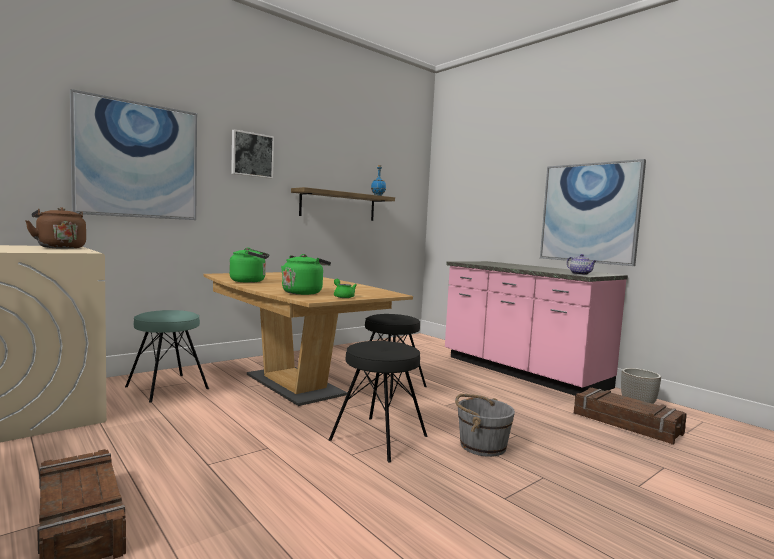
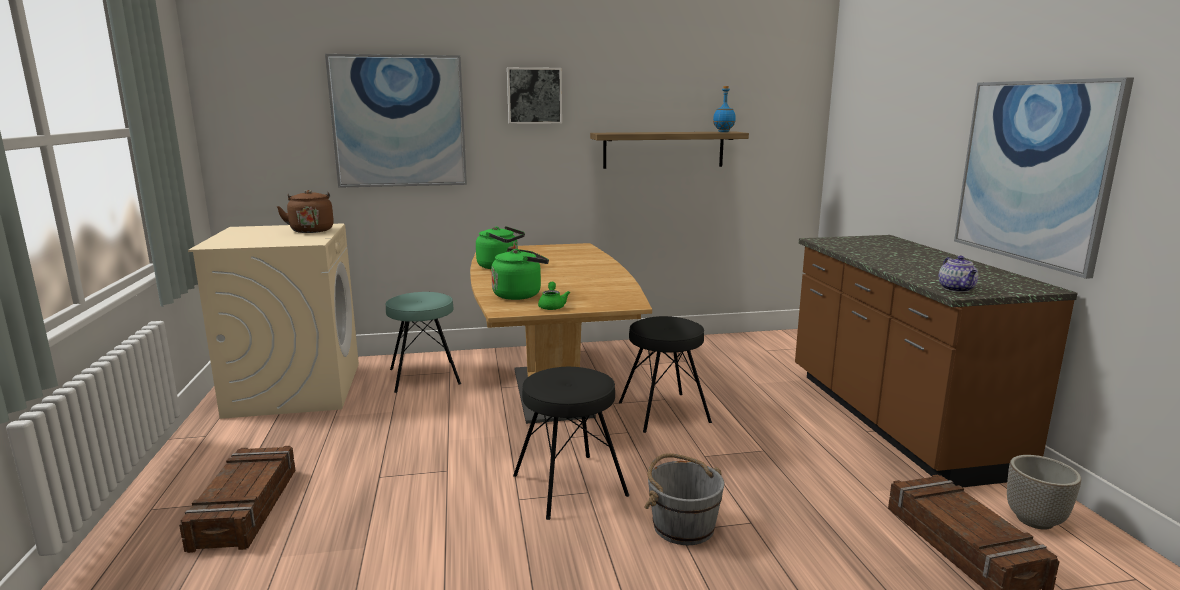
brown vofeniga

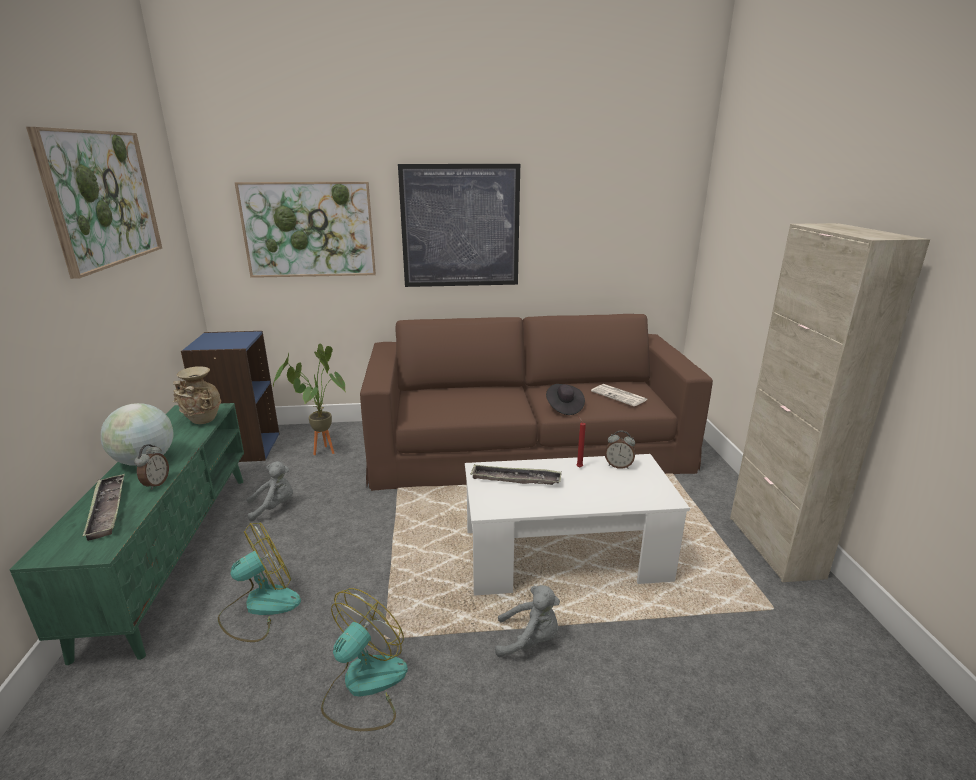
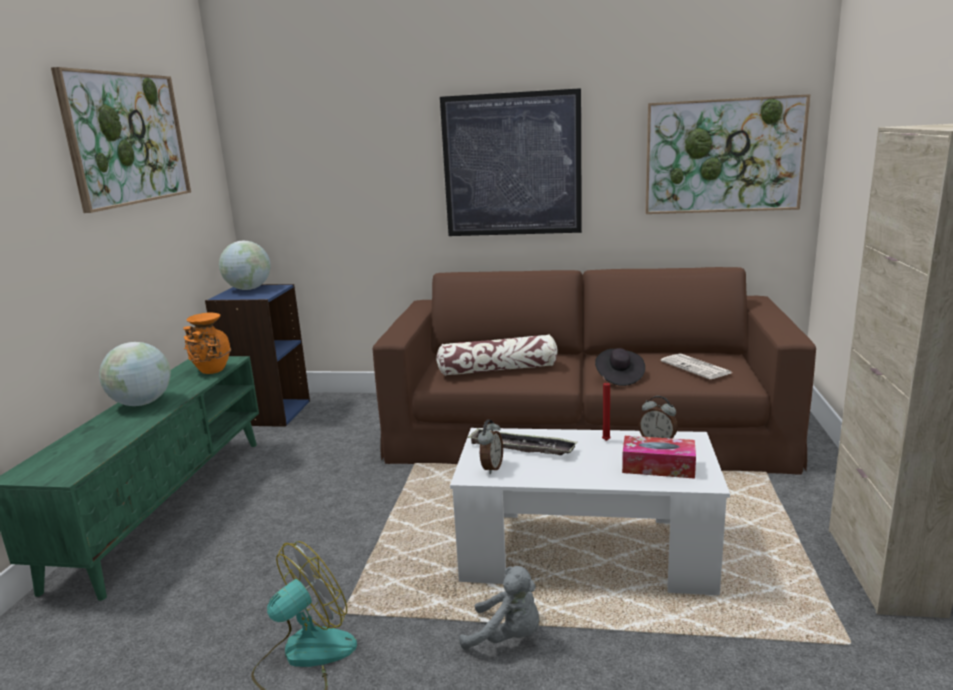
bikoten (no. 3 from left)
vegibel
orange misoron
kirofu (no. 1 from left)
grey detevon (no. 1 from left in the first image)
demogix (no. 1 from left in the first image)
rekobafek (no. 1 from left in the first image)
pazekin (no. 2 from left)
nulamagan
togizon

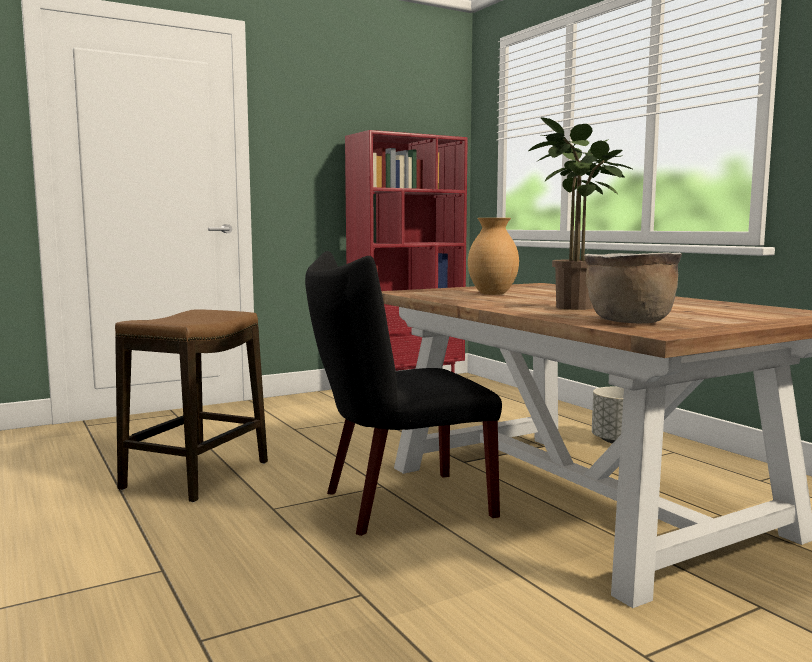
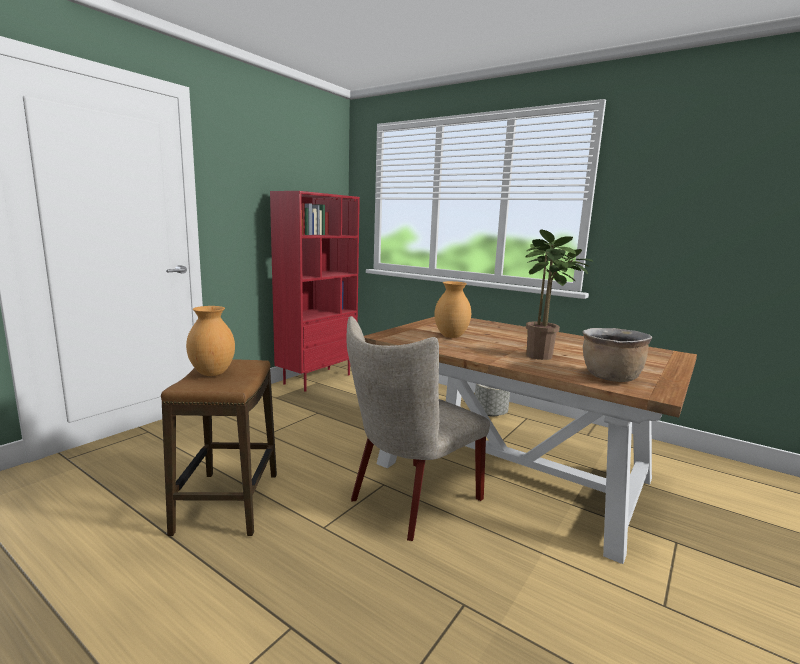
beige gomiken
brown misoron (no. 1 from left)

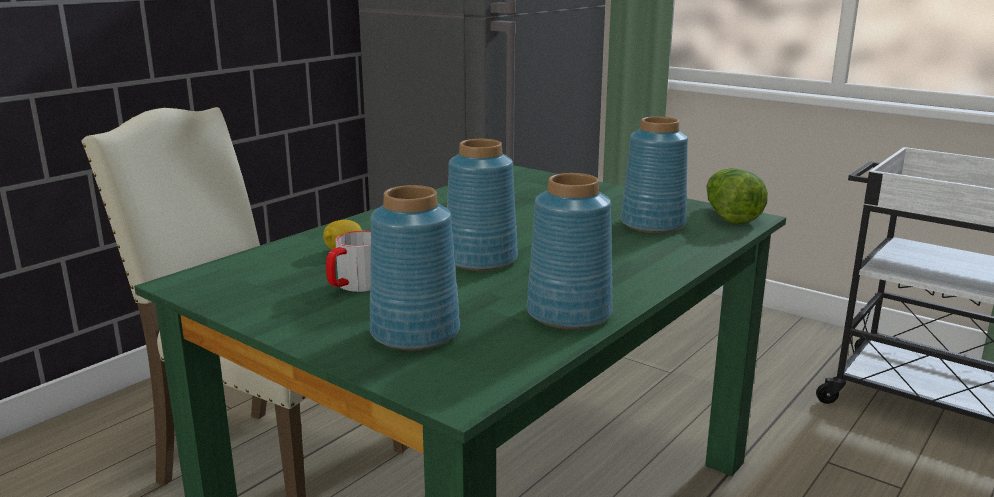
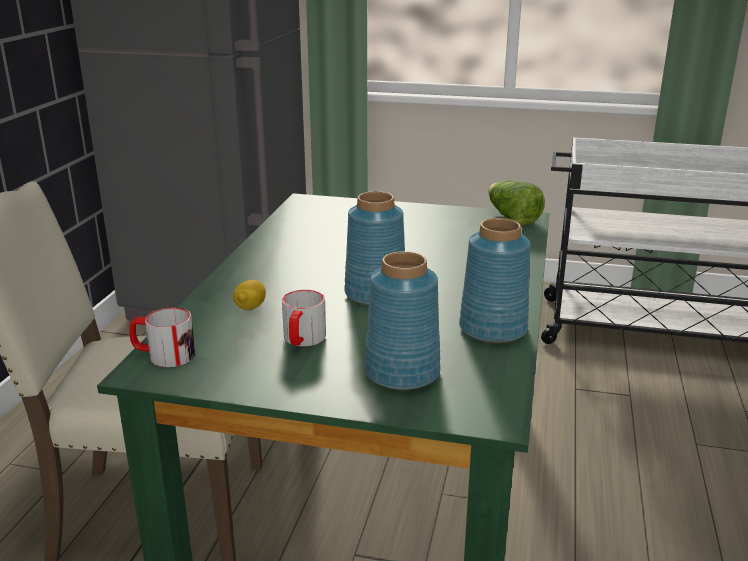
blue misoron (no. 4 from left in the first image)
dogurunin (no. 1 from left)

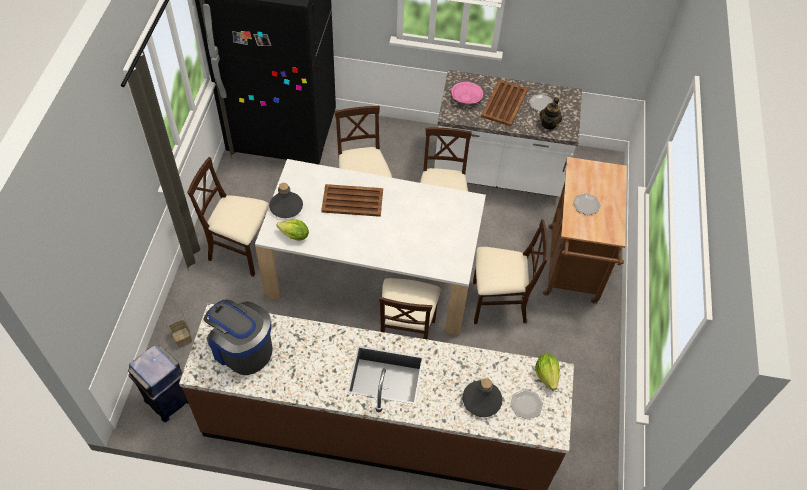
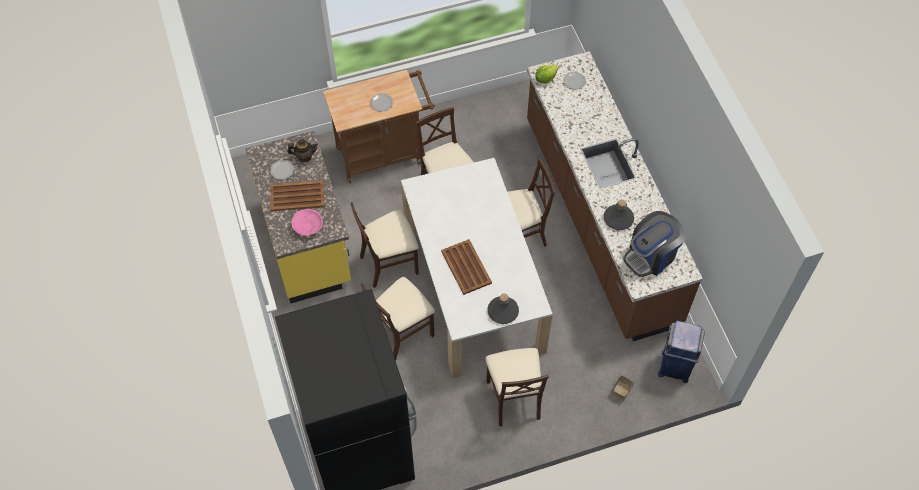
yellow vofeniga
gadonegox (no. 1 from left in the first image)
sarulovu
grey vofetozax (no. 2 from left)

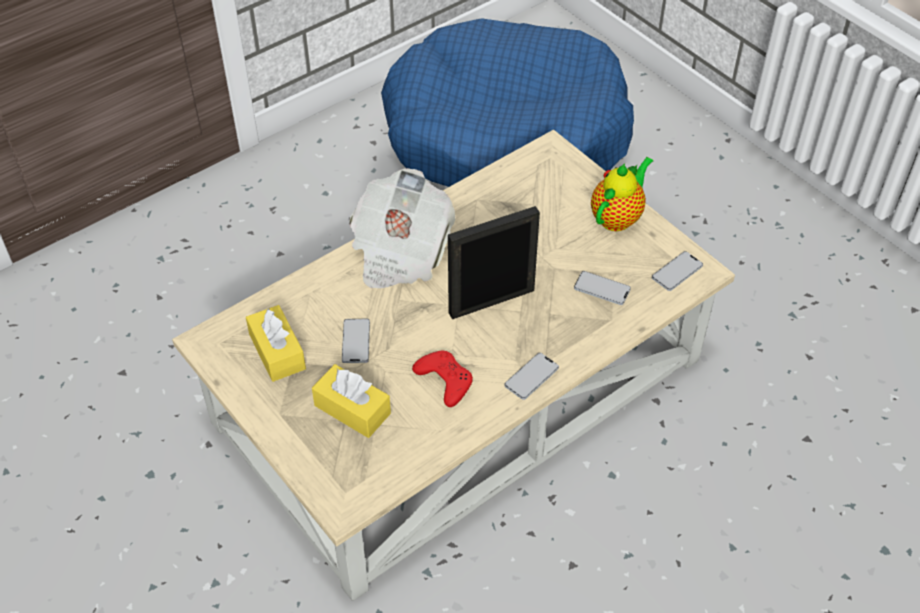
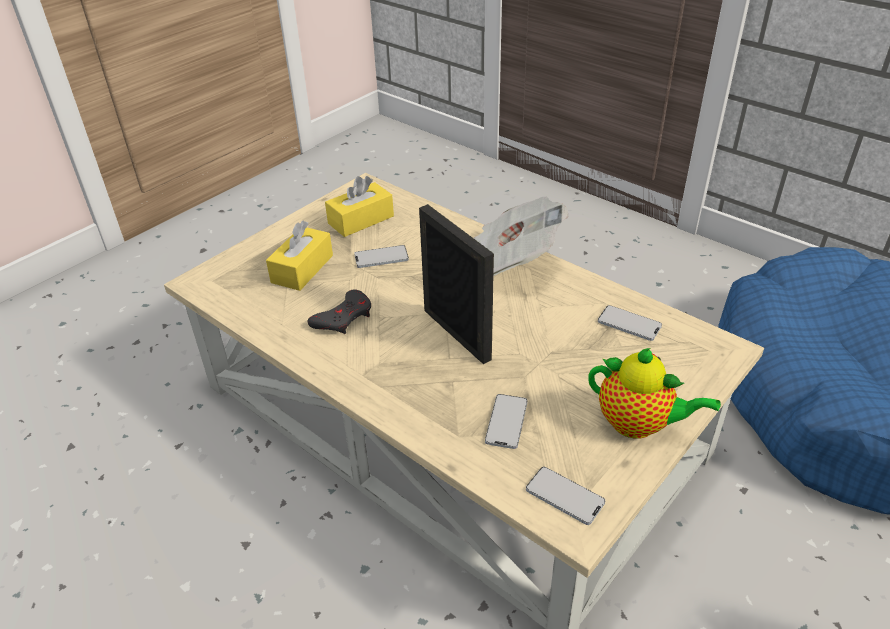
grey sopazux
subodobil (no. 4 from left)

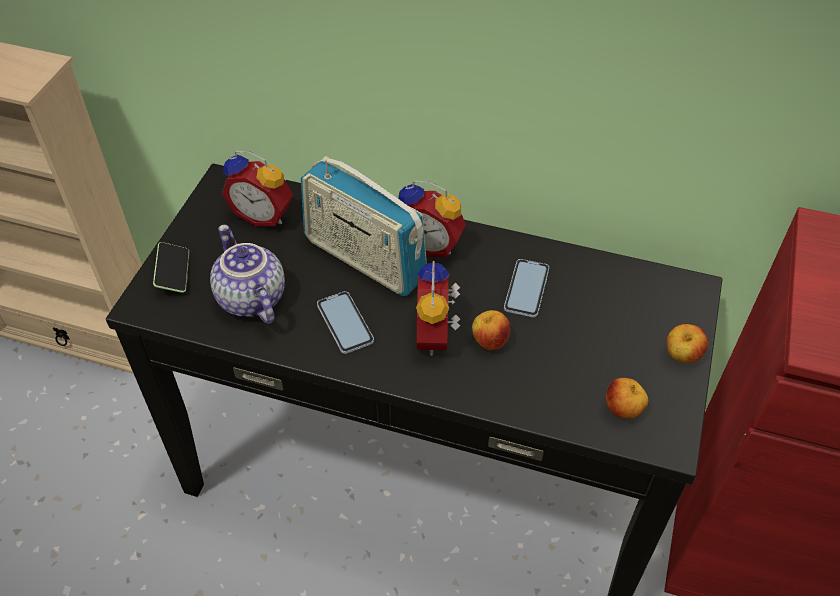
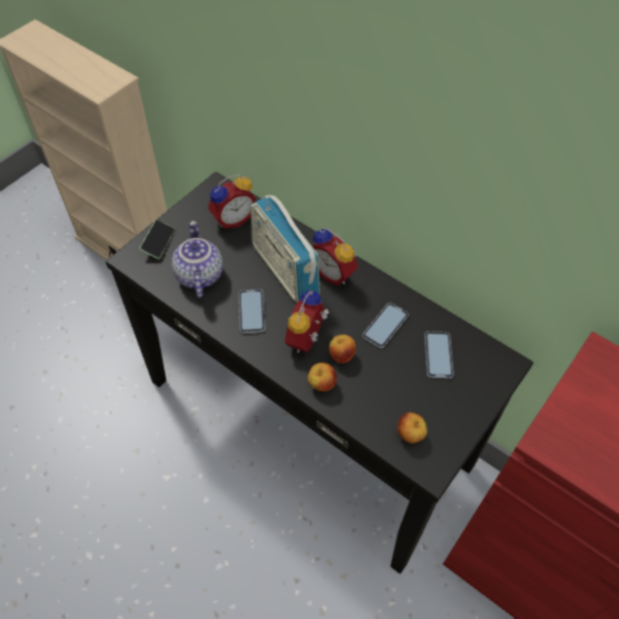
kirofu (no. 1 from left)
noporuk (no. 1 from left)
subodobil (no. 4 from left)

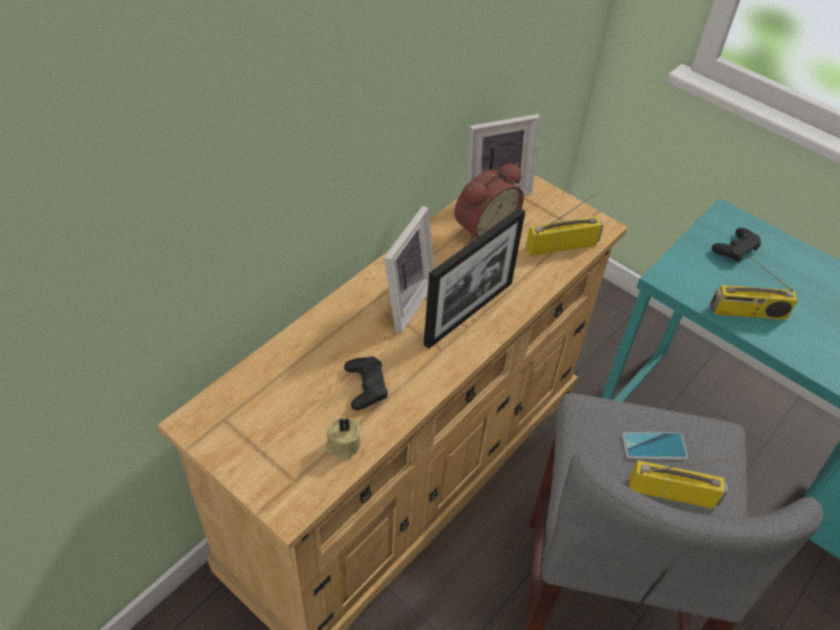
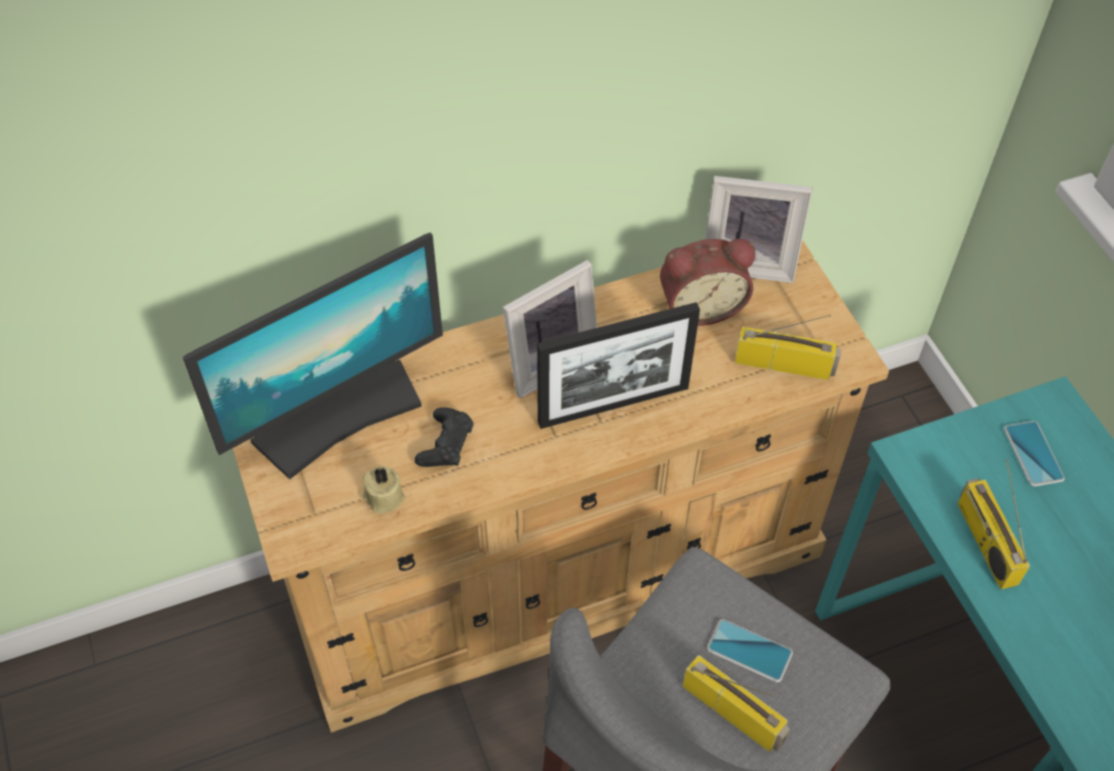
subodobil (no. 2 from left)
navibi (no. 3 from left)
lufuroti

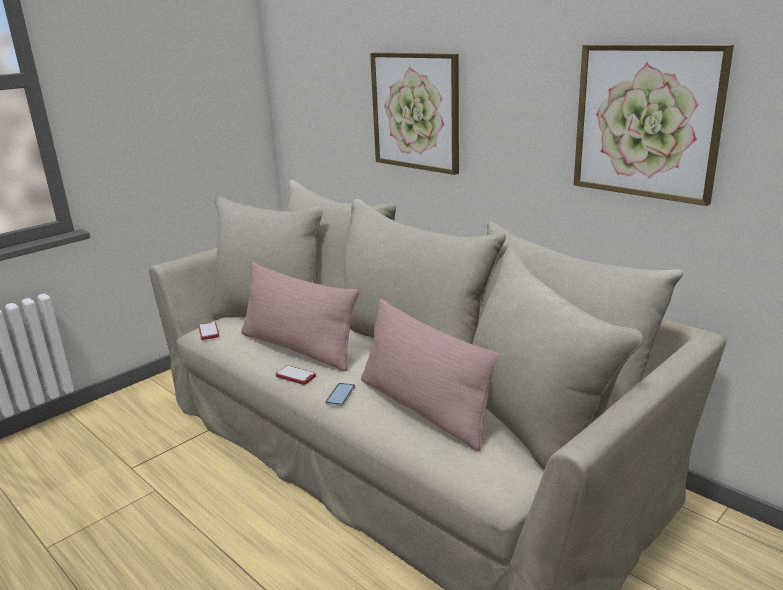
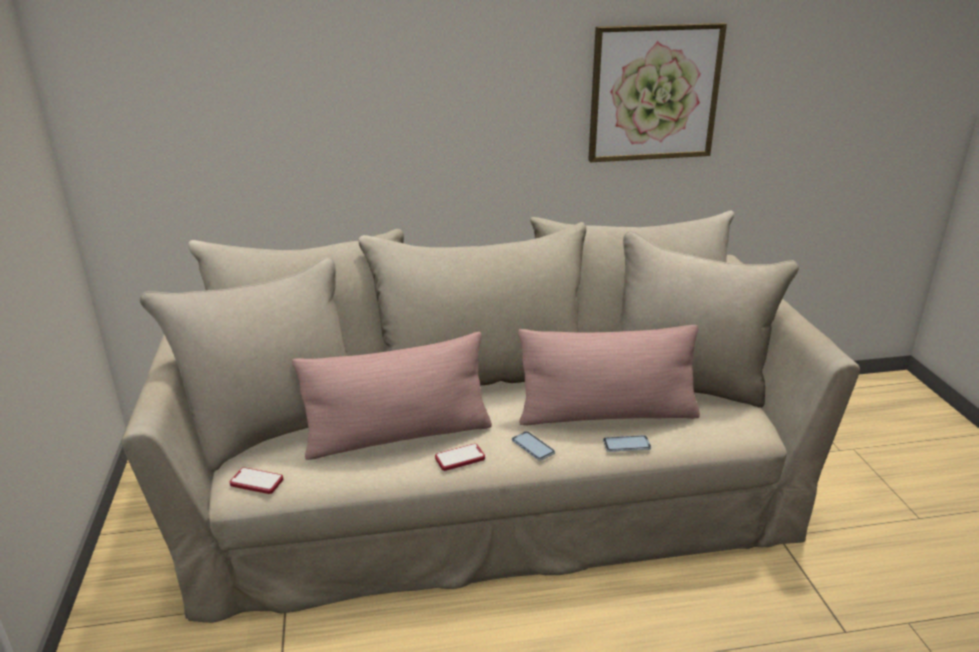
bikoten (no. 1 from left in the first image)
subodobil (no. 4 from left)

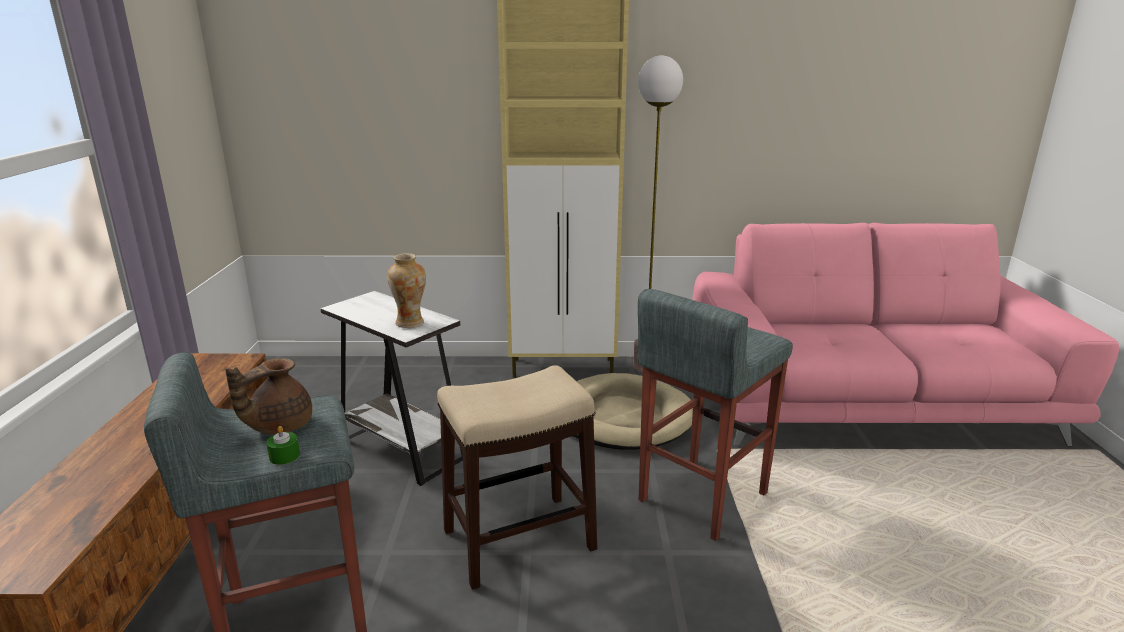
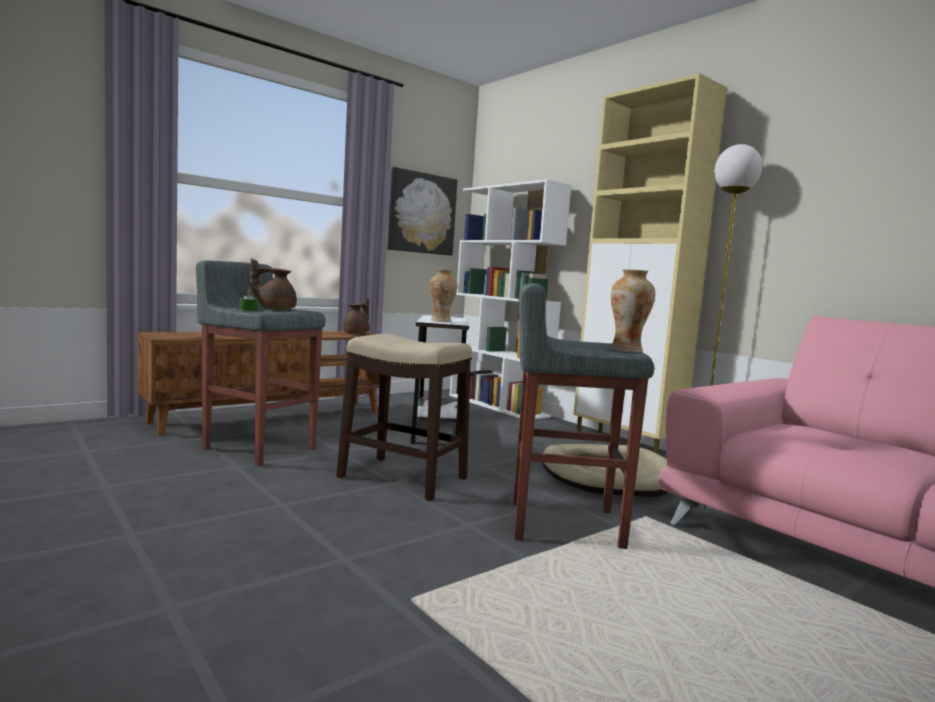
bikoten
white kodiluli
misoron (no. 2 from left)
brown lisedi (no. 2 from left)

